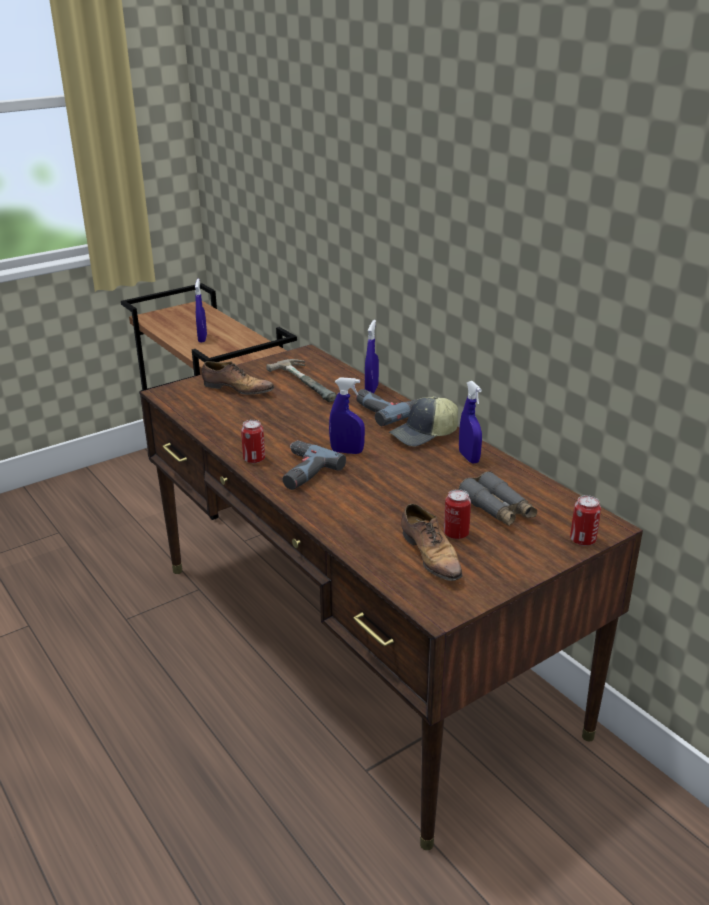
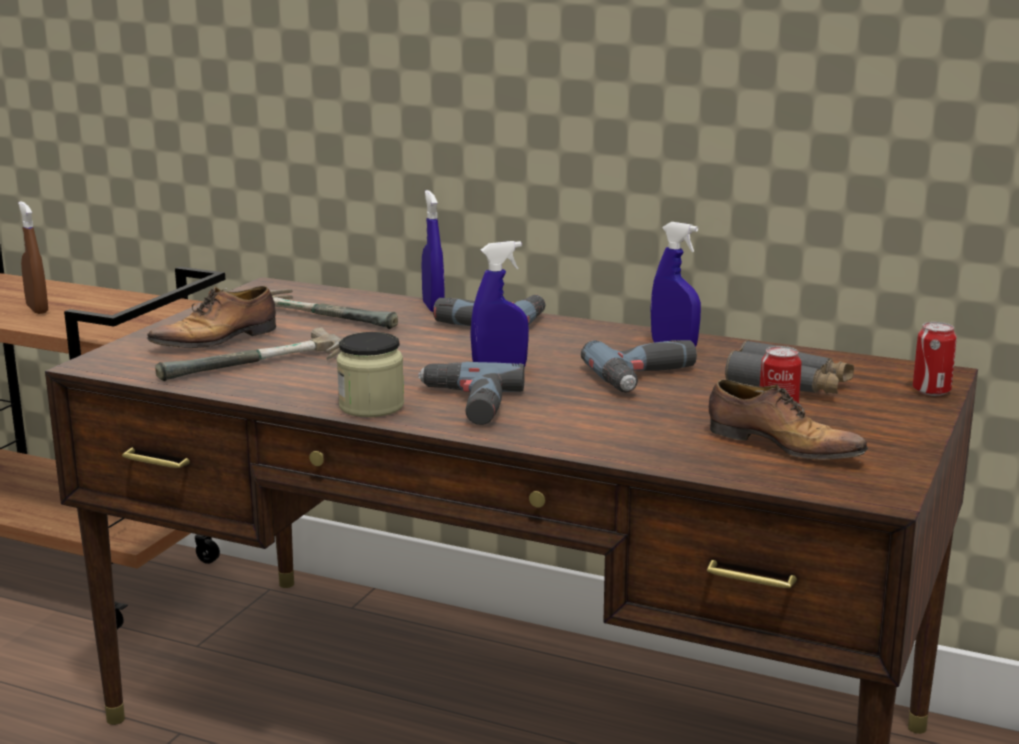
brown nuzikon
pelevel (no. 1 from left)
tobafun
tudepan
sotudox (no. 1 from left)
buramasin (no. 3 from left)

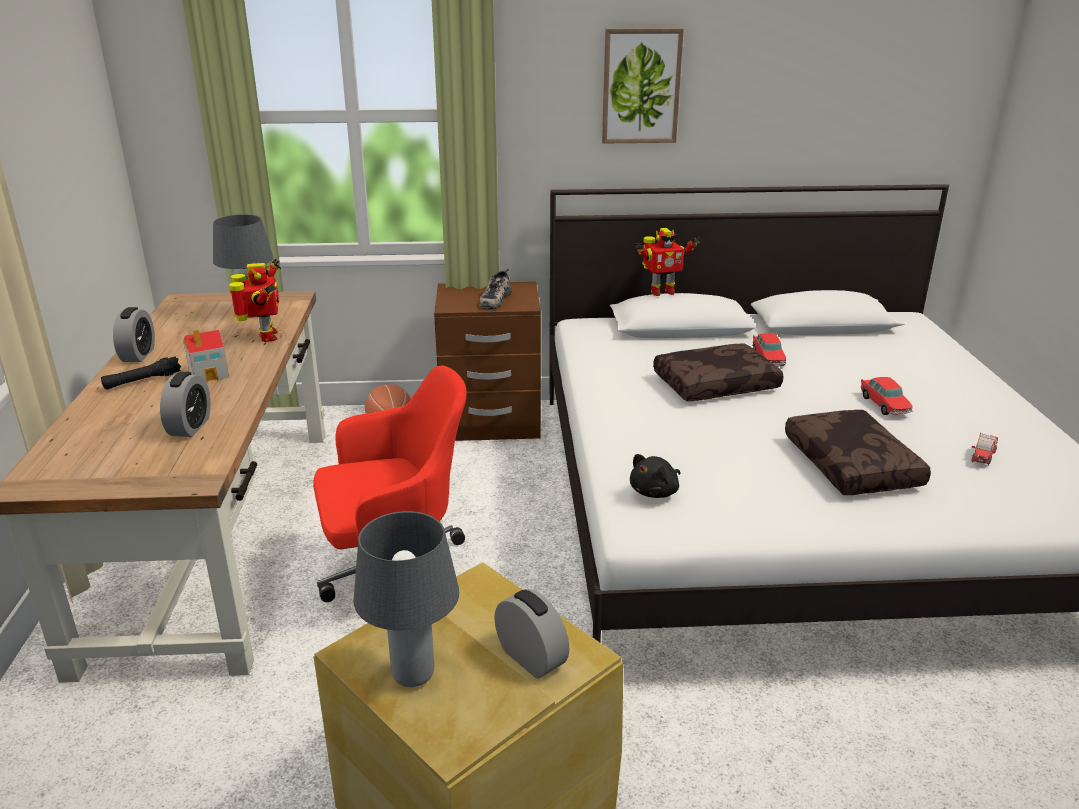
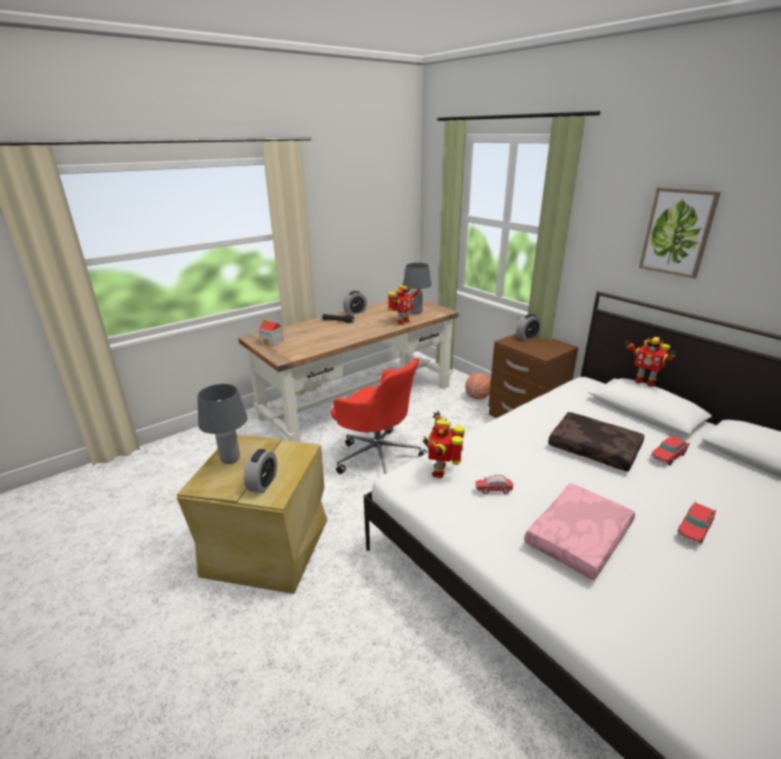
pelevel
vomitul
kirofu (no. 3 from left)
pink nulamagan
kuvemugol (no. 1 from left)
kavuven (no. 2 from left)

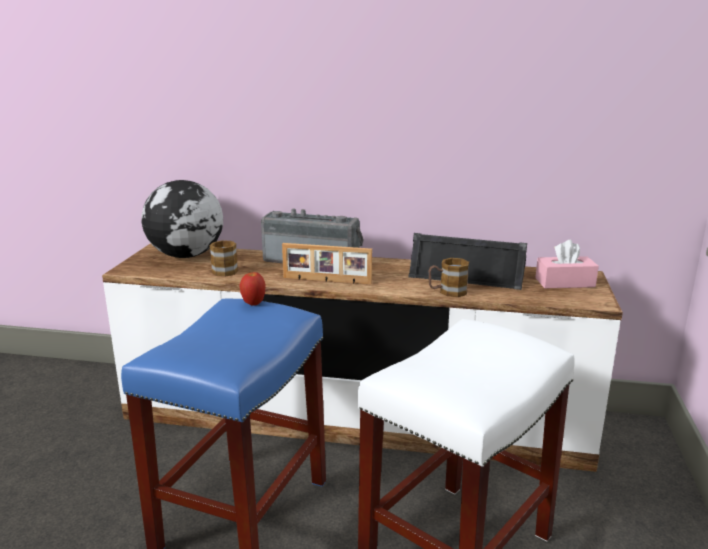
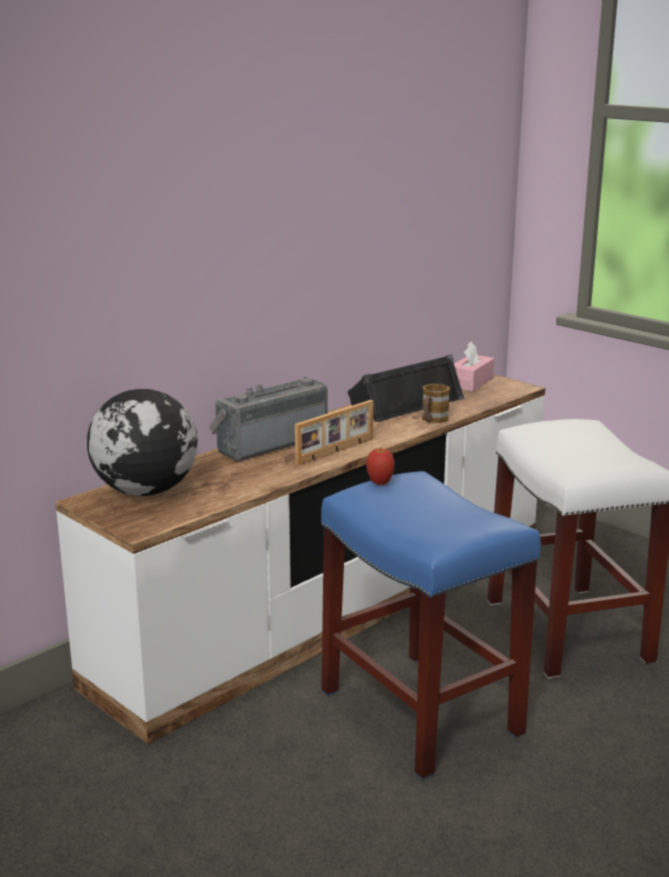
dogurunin (no. 1 from left in the first image)

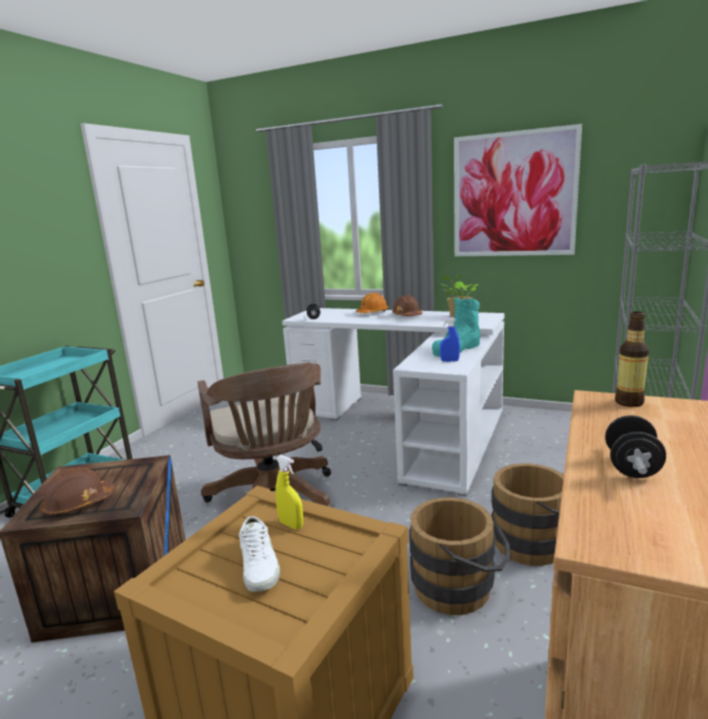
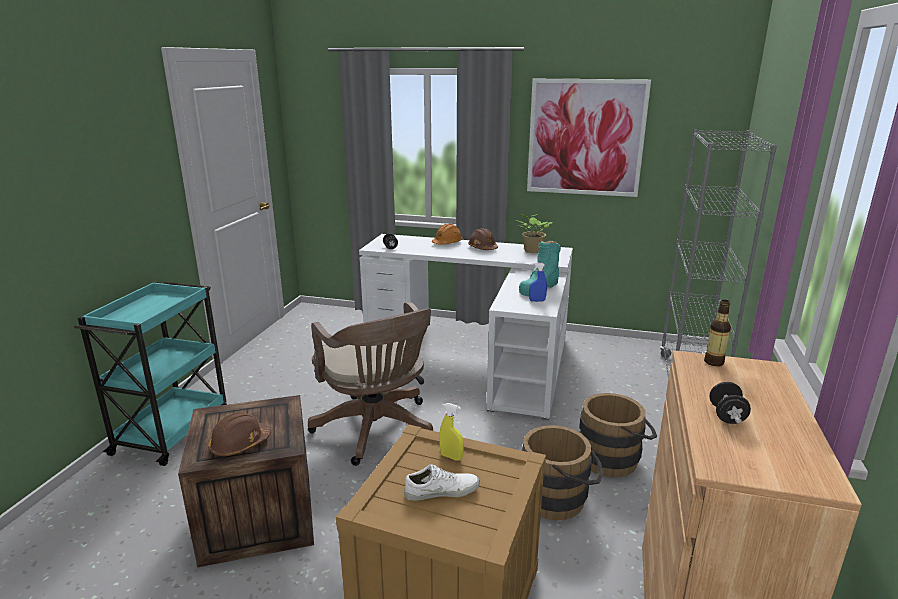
white pelevel

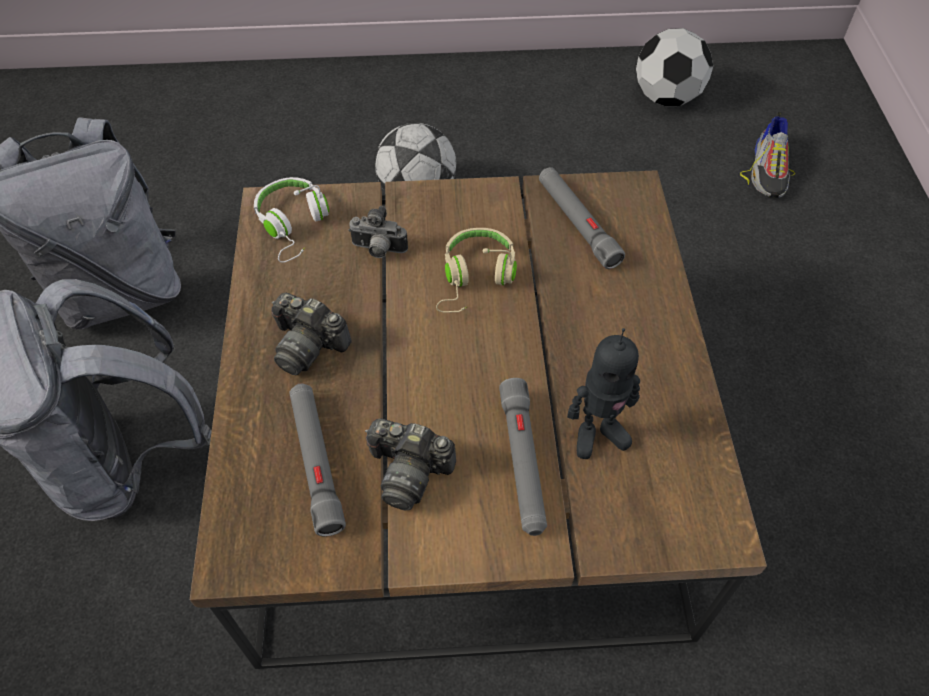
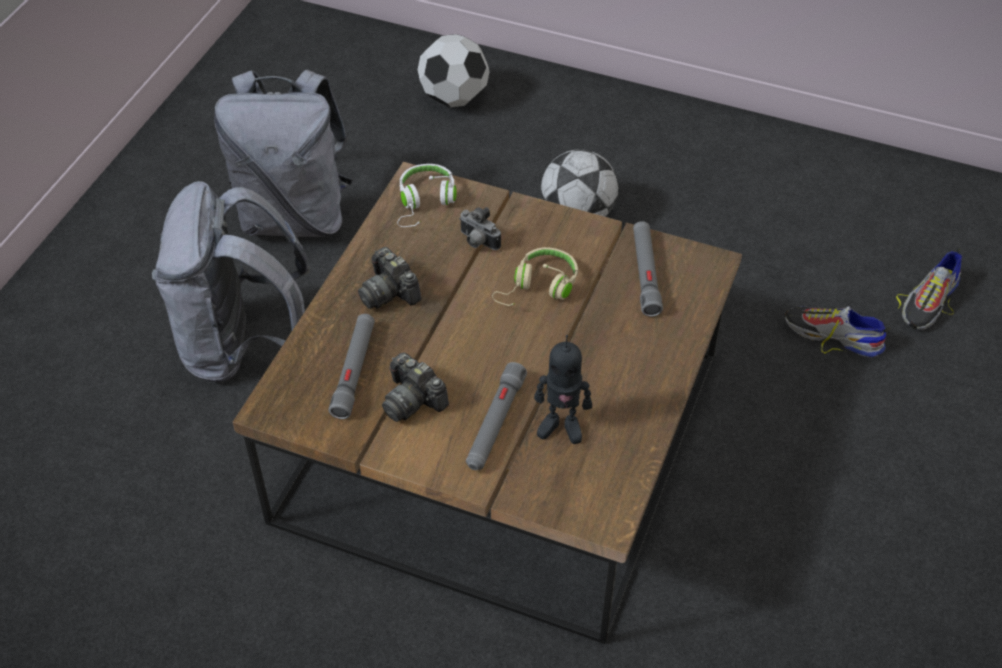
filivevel (no. 1 from left)
pelevel (no. 1 from left)

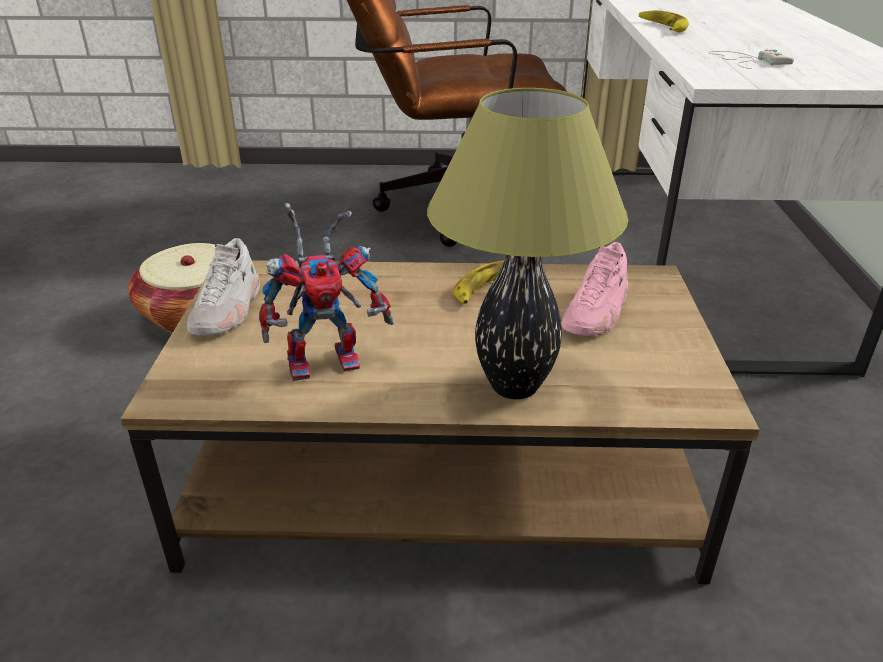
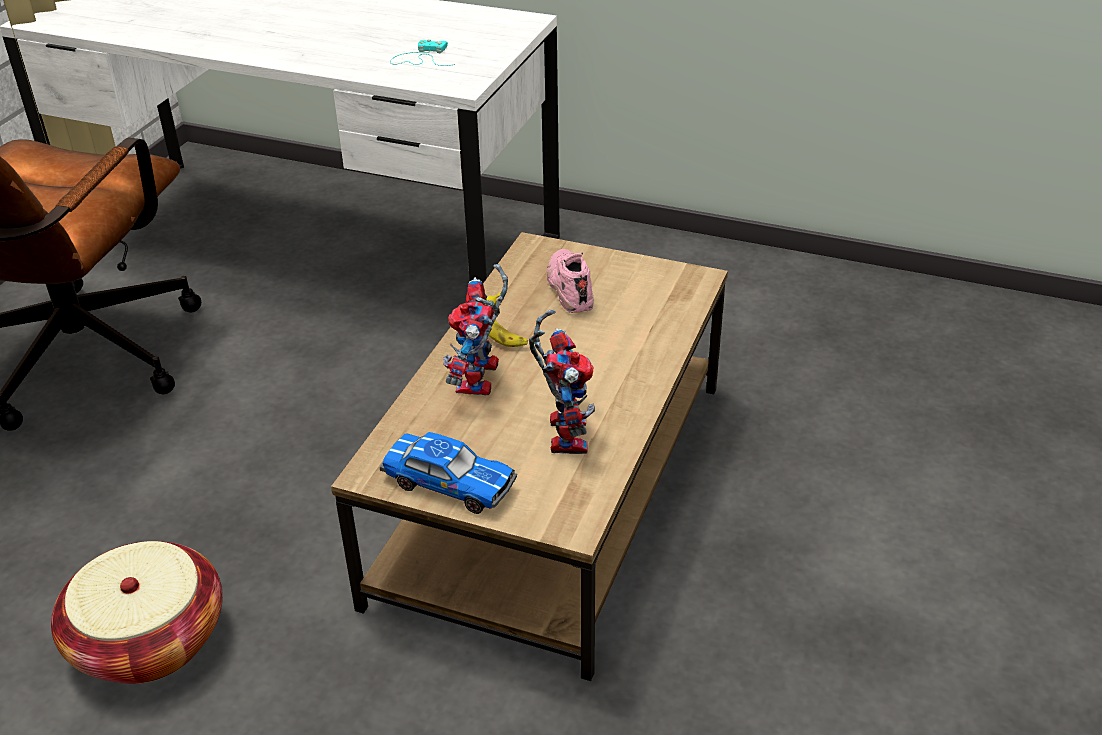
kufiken (no. 2 from left in the first image)
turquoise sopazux
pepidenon
kuvemugol
pink pelevel
kavuven (no. 1 from left)

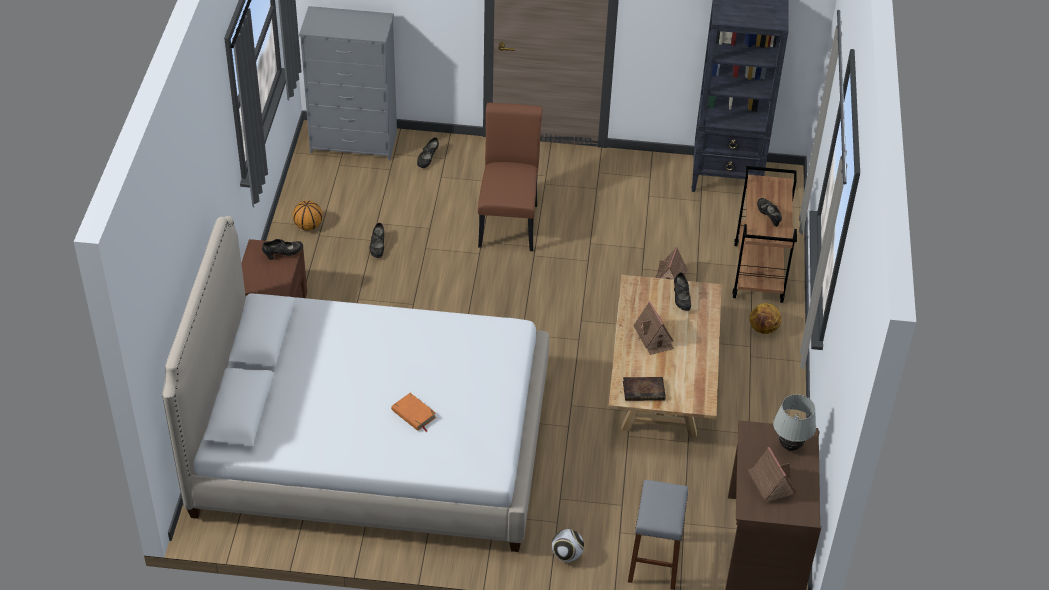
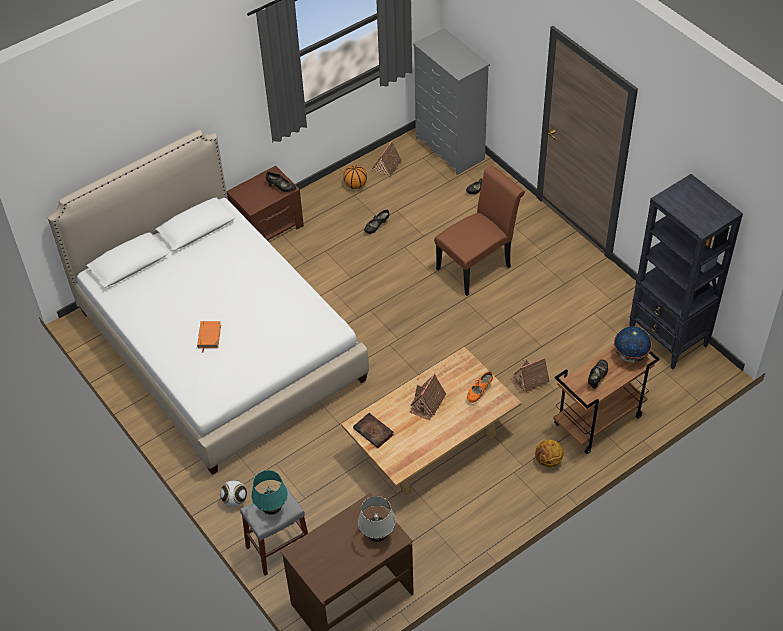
orange pelevel
vomitul (no. 1 from left)
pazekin
turquoise pepidenon

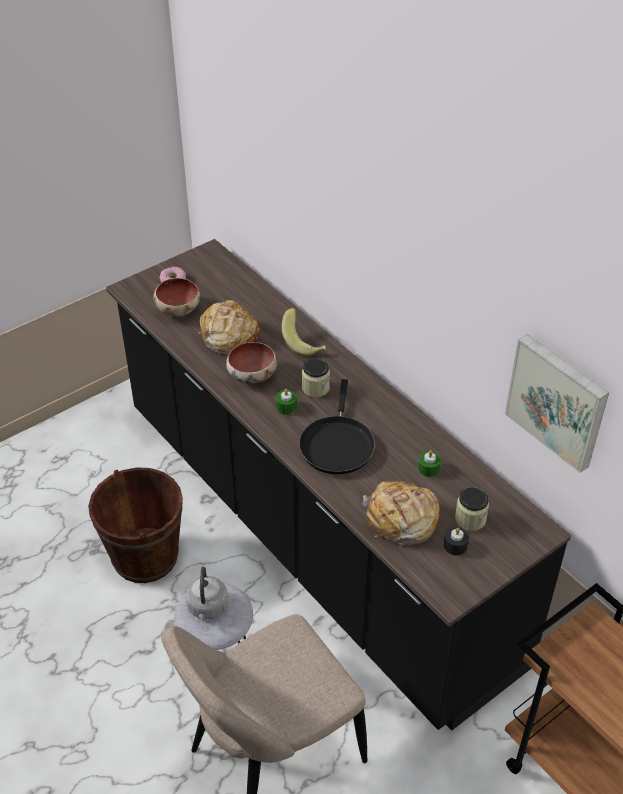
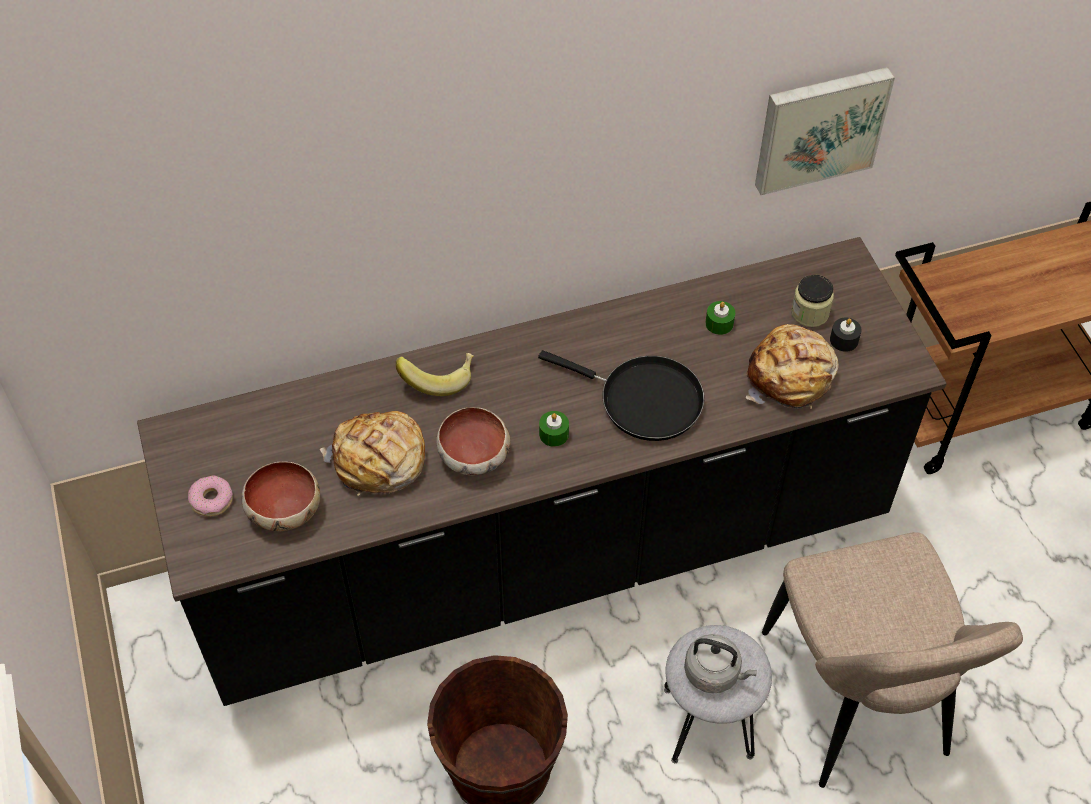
tudepan (no. 1 from left in the first image)

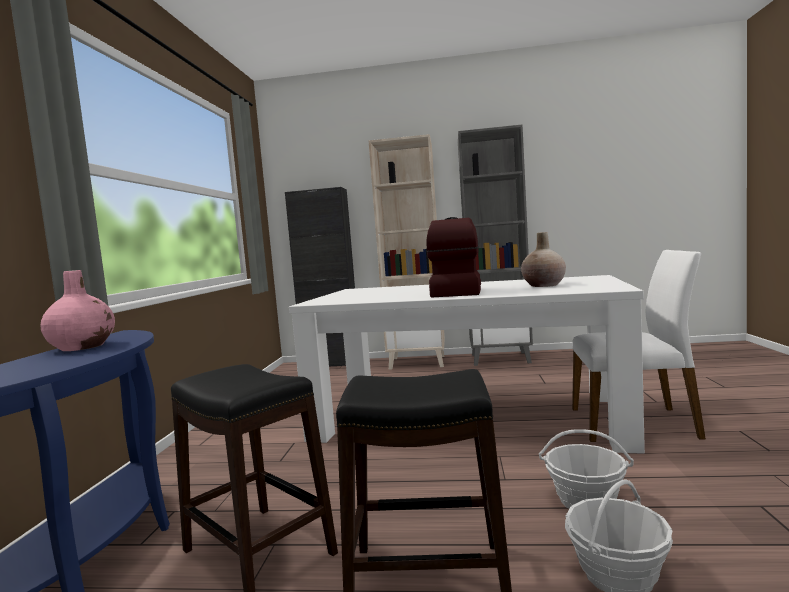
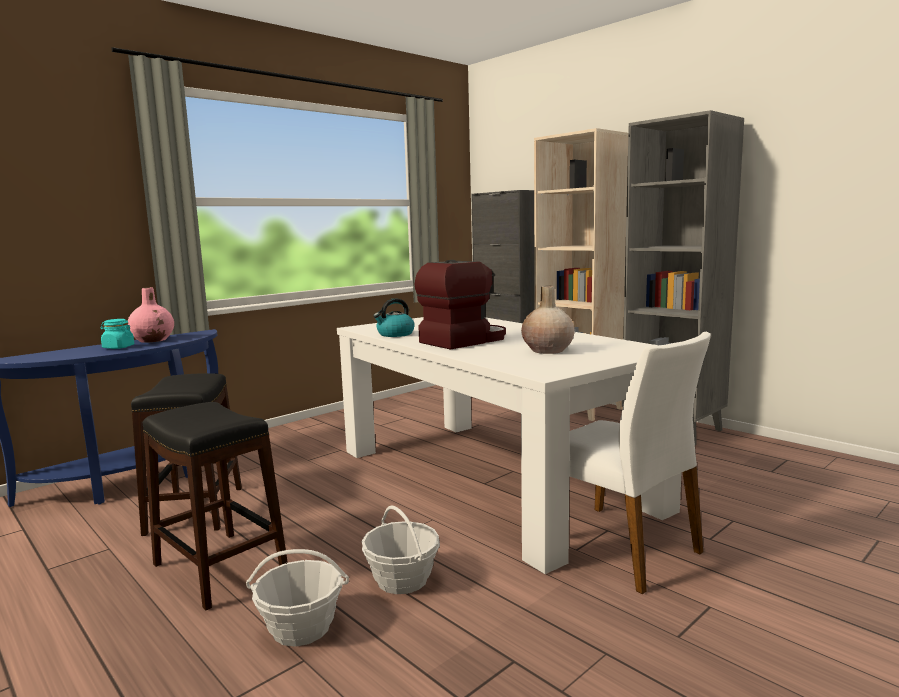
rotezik
turquoise tudepan

